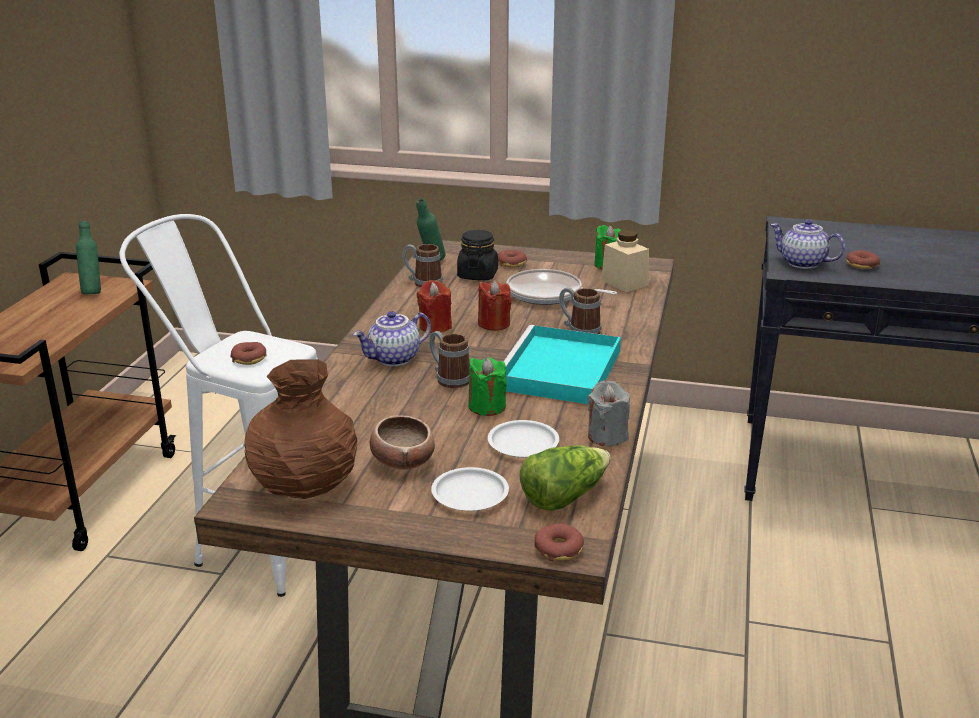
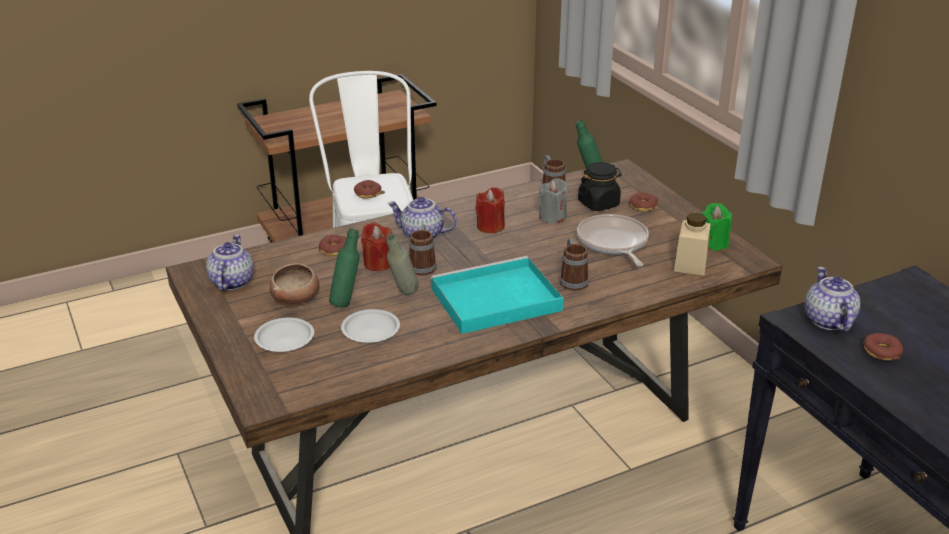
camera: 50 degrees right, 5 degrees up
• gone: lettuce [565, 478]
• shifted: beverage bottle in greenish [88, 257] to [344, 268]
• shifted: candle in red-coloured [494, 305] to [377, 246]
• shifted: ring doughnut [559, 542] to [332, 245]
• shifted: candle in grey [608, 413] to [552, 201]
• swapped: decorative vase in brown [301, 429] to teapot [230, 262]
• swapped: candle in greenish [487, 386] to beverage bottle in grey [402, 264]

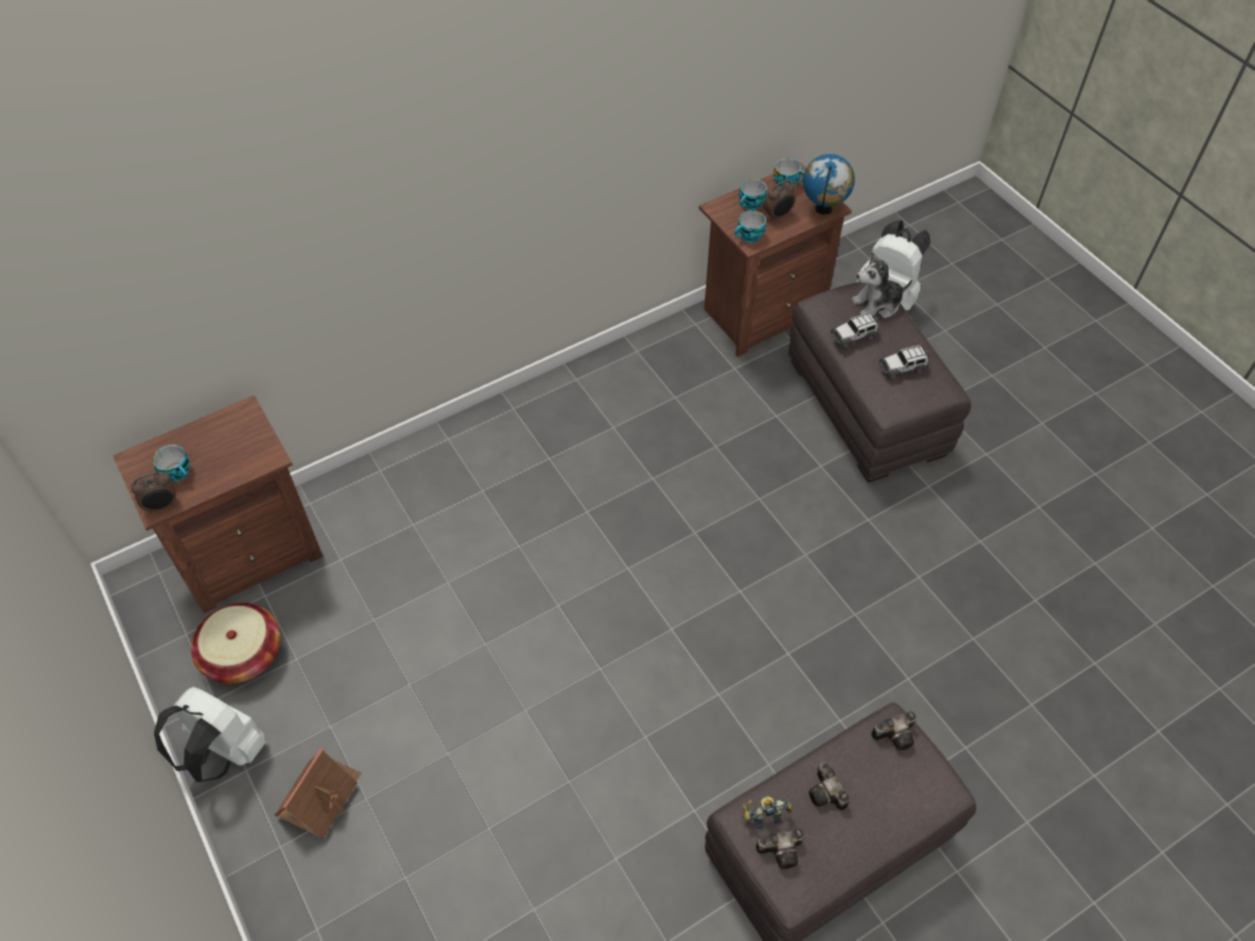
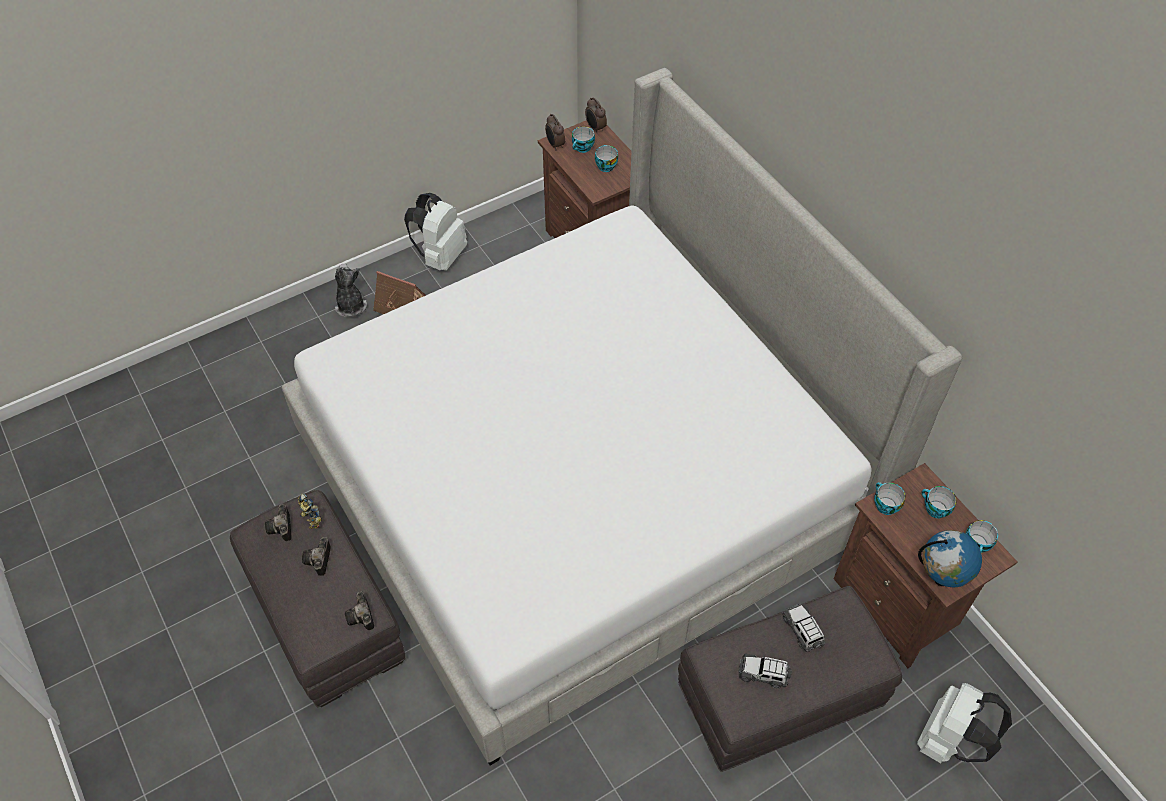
camera: 90 degrees right, 0 degrees up
• gone: storage basket [236, 643]
• new: bed [622, 417]
• new: drinking cup [606, 158]
• shifted: alarm clock [779, 201] to [596, 115]
• shifted: cuddly toy [881, 285] to [351, 290]
• rotated: robot figure [767, 812] = [310, 511] 150 degrees clockwise
• rotated: photo camera [829, 786] = [316, 556] 60 degrees counterclockwise
• rotated: miniature car [904, 362] = [765, 670] 60 degrees counterclockwise

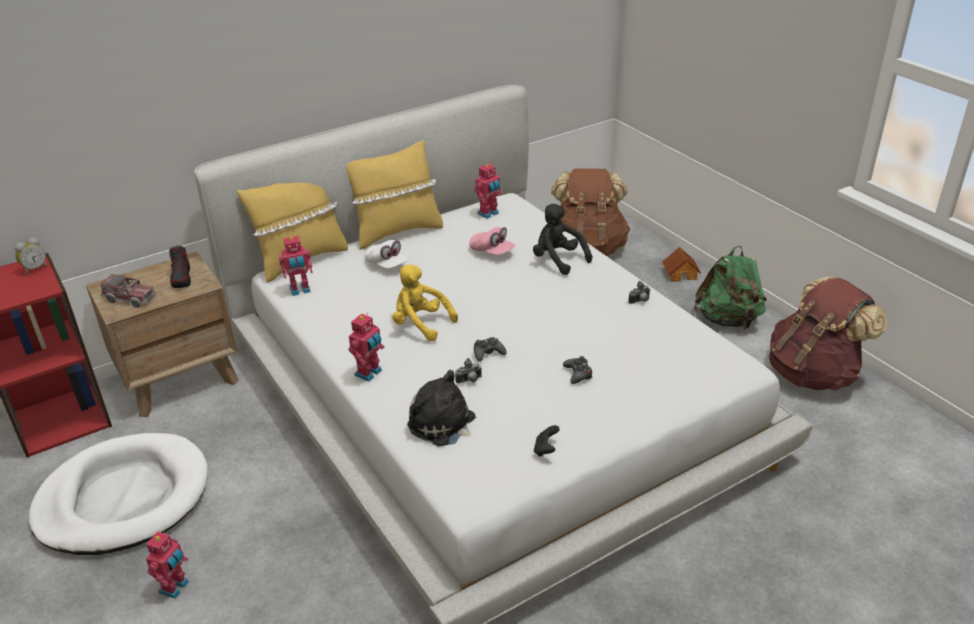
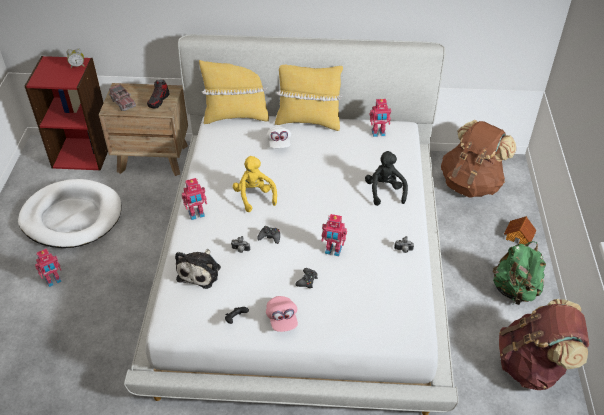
camera: 35 degrees right, 10 degrees up
• shifted: robot figure [296, 266] to [334, 235]
• shifted: baseball cap in pink [492, 241] to [282, 314]
• rotated: cuddly toy [441, 408] = [198, 269] 150 degrees counterclockwise

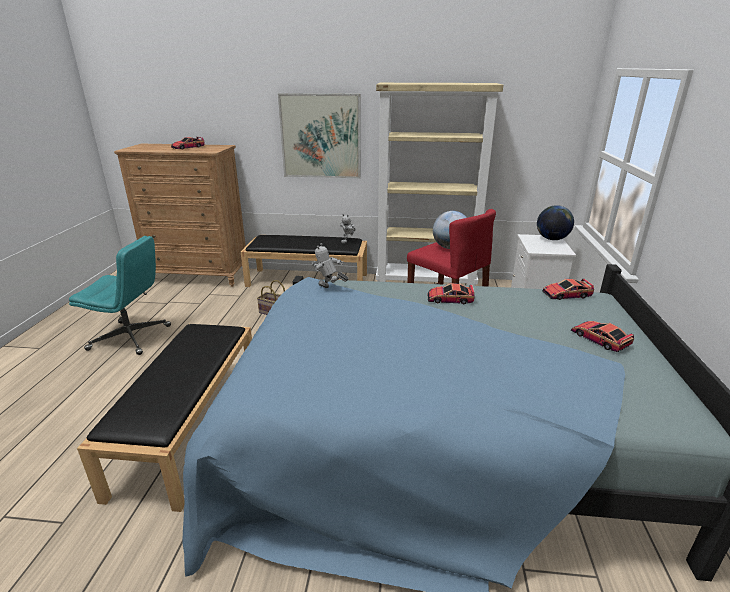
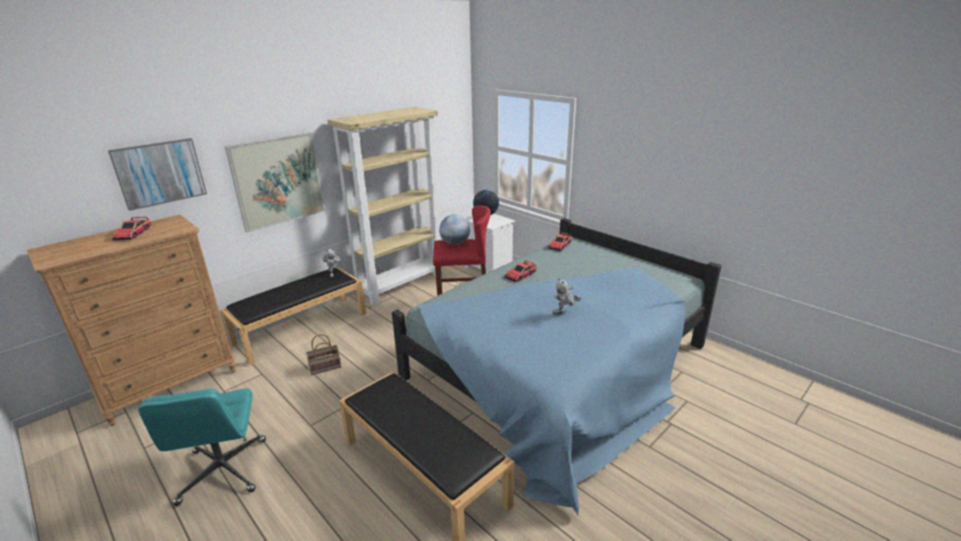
camera: 50 degrees left, 0 degrees up
• gone: miniature car [602, 336]
• new: wall art [157, 174]
• shifted: robot figure [330, 265] to [566, 296]
• rotated: office chair in turquoise-coloured [120, 295] = [202, 447] 120 degrees clockwise

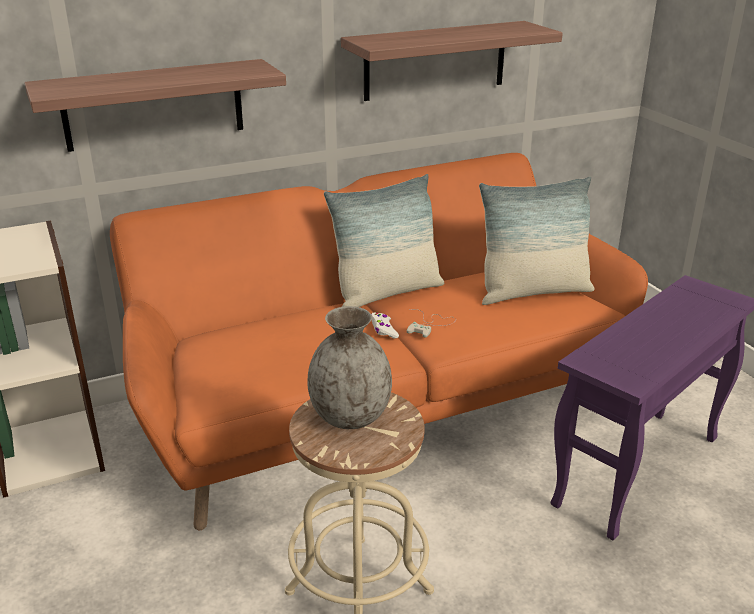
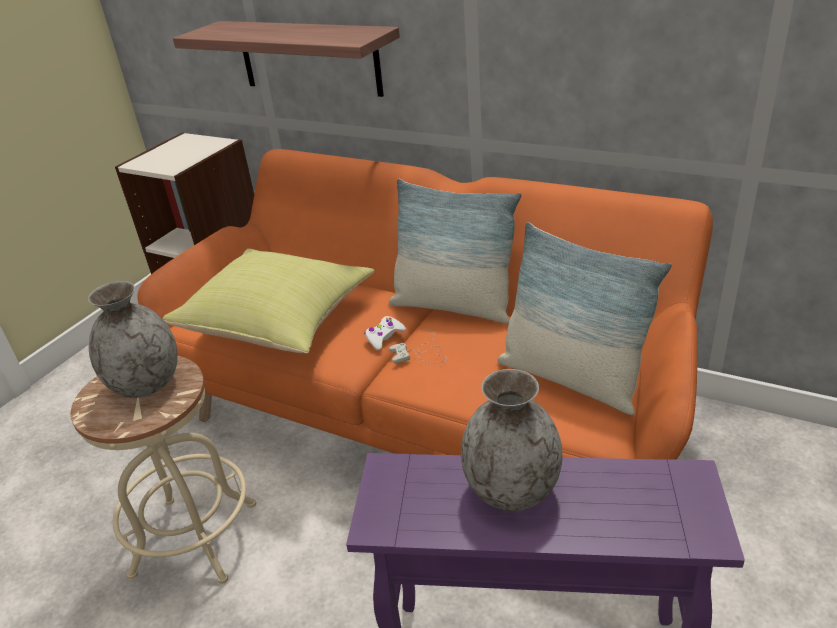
camera: 55 degrees right, 5 degrees up
• gone: shelf [452, 61]
• new: throw pillow in yellow [269, 301]
• new: decorative vase in grey [511, 440]

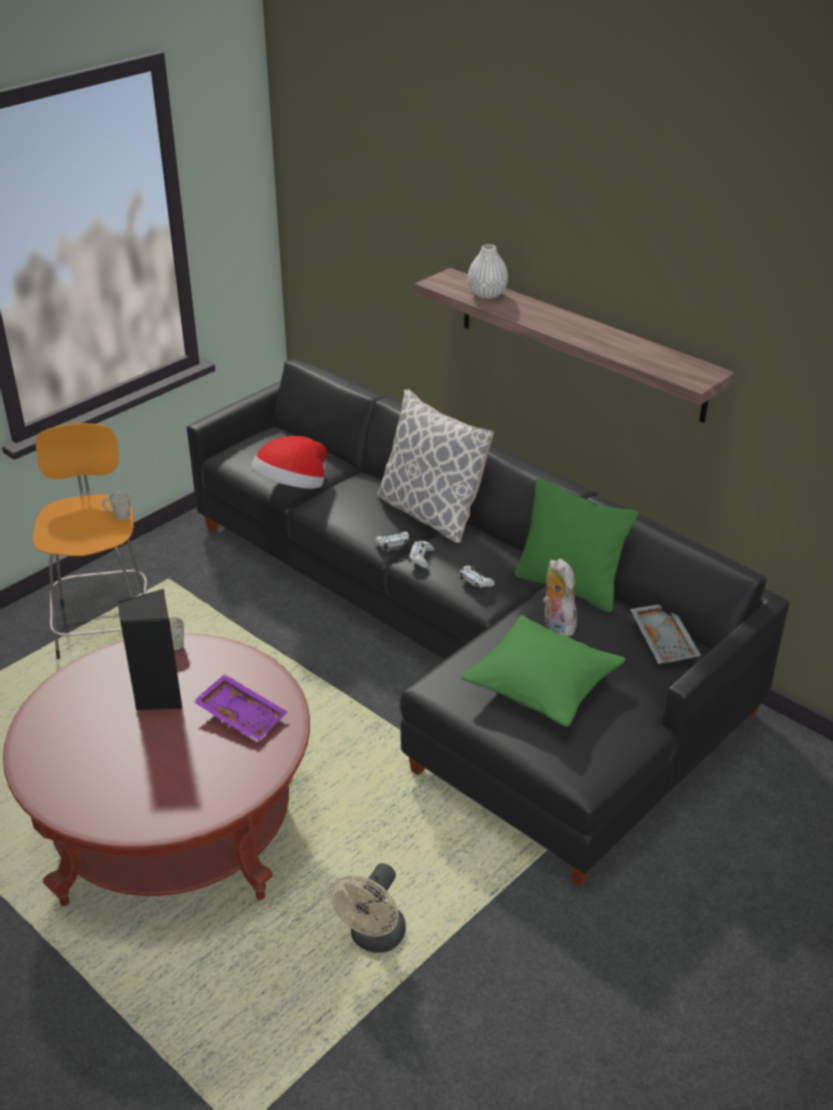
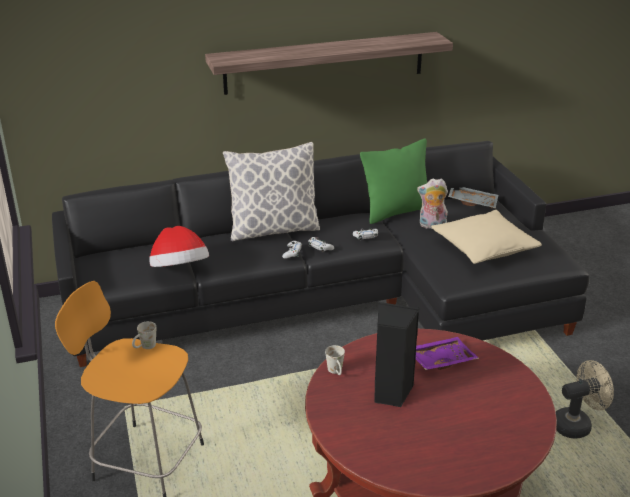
camera: 60 degrees left, 5 degrees down
• gone: decorative vase in white-coloured [488, 271]
• repainted: throw pillow in greenish [543, 671] to throw pillow in beige-coloured [486, 237]
• rotated: fan in beige-coloured [367, 908] = [585, 399] 75 degrees counterclockwise

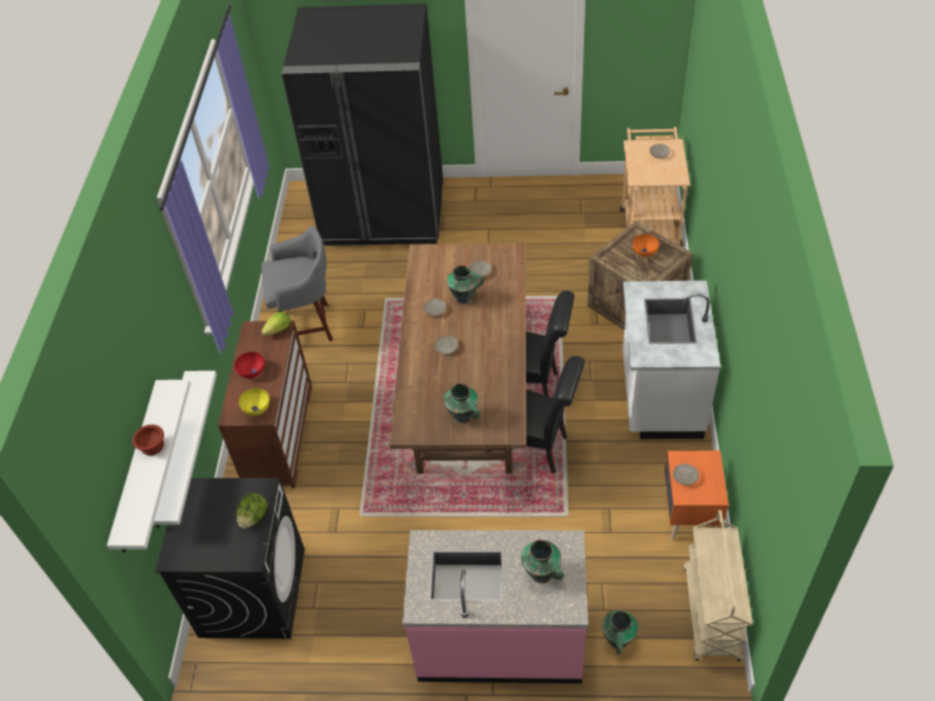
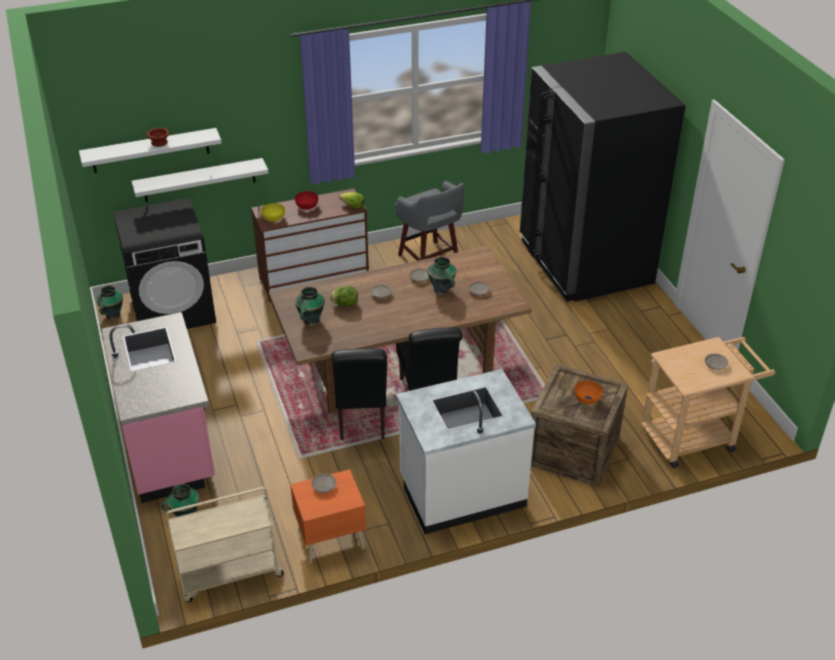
camera: 65 degrees right, 10 degrees down
• shifted: lettuce [252, 511] to [344, 296]
• shifted: decorative vase [542, 562] to [109, 303]

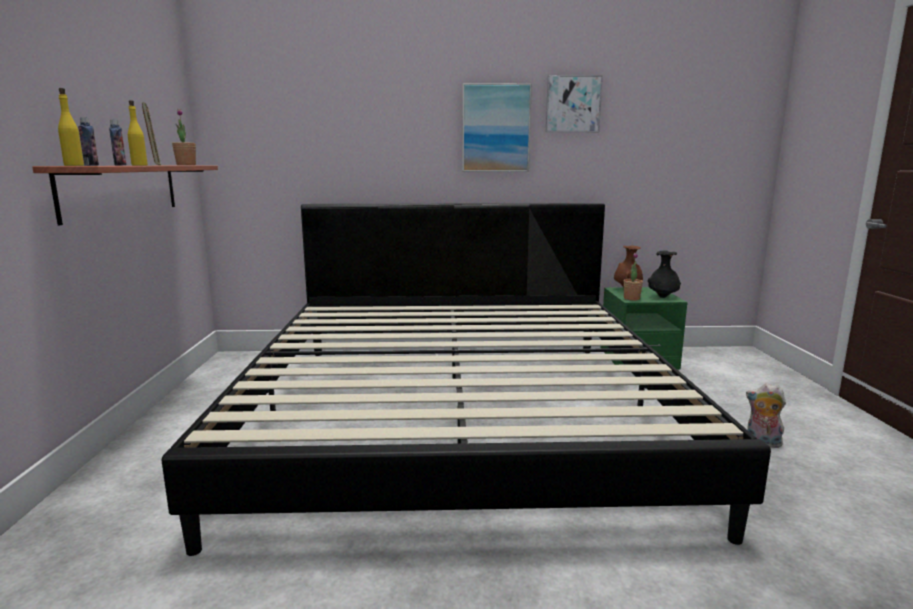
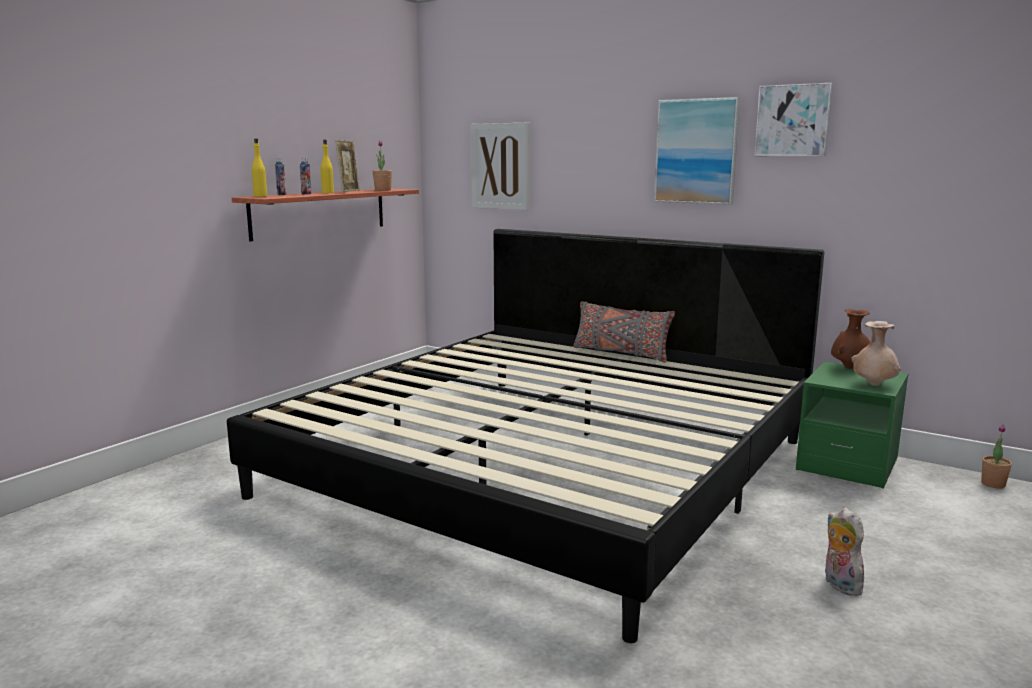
camera: 35 degrees right, 0 degrees up
• new: wall art [500, 166]
• new: throw pillow in grey [624, 332]
• shifted: houseplant [633, 276] to [996, 456]
• repainted: decorative vase in black-coloured [664, 274] to decorative vase in beige-coloured [876, 353]

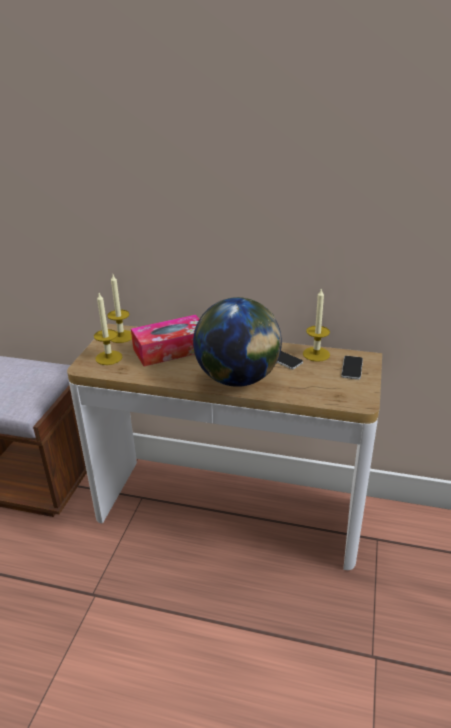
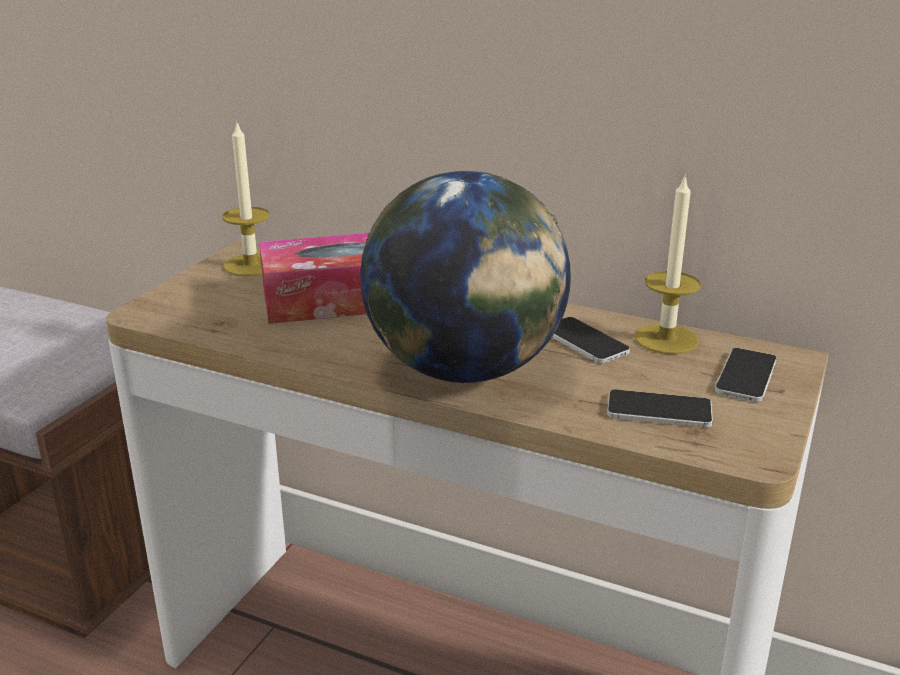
camera: 10 degrees right, 5 degrees down
• gone: candle [108, 329]
• new: telephone [660, 409]

